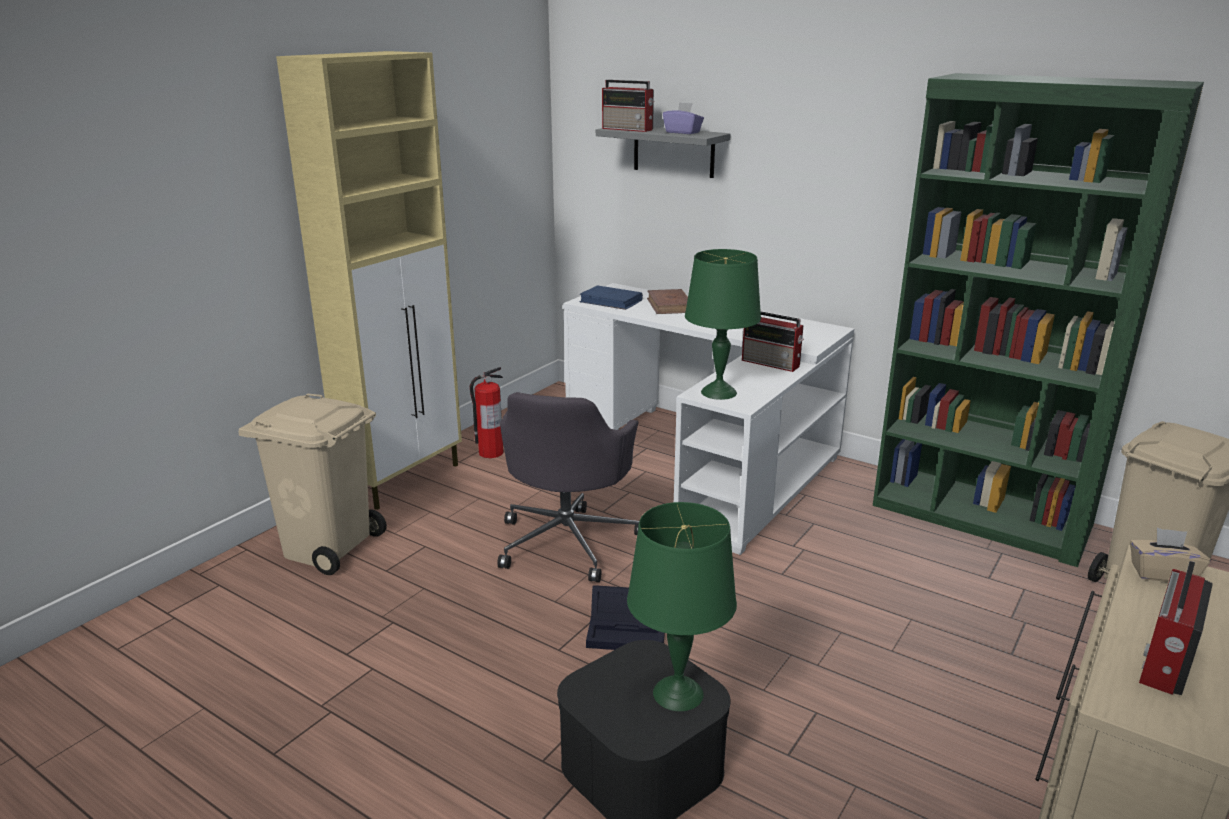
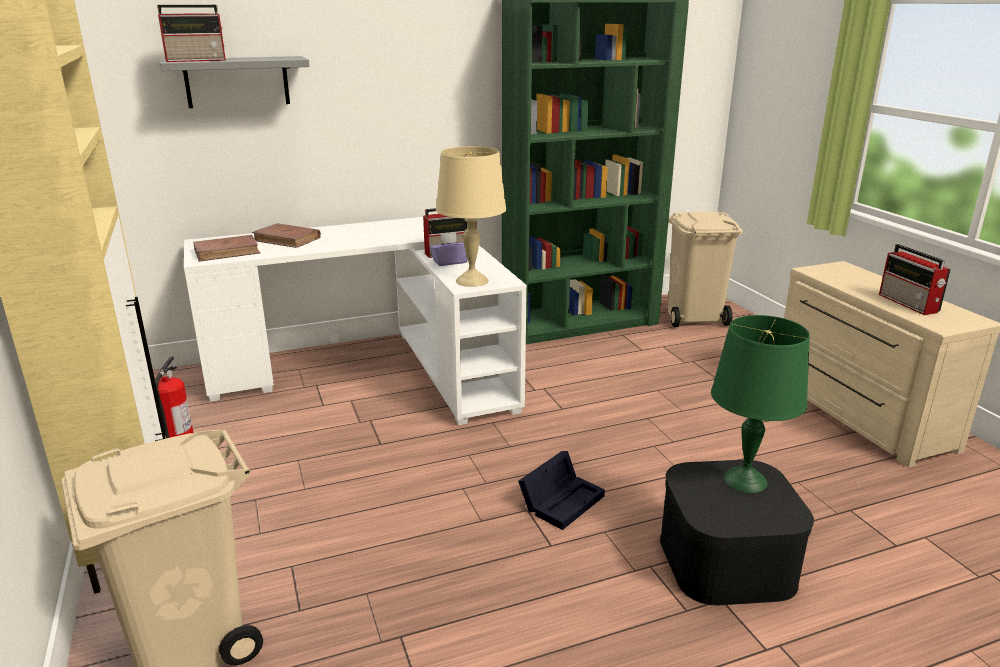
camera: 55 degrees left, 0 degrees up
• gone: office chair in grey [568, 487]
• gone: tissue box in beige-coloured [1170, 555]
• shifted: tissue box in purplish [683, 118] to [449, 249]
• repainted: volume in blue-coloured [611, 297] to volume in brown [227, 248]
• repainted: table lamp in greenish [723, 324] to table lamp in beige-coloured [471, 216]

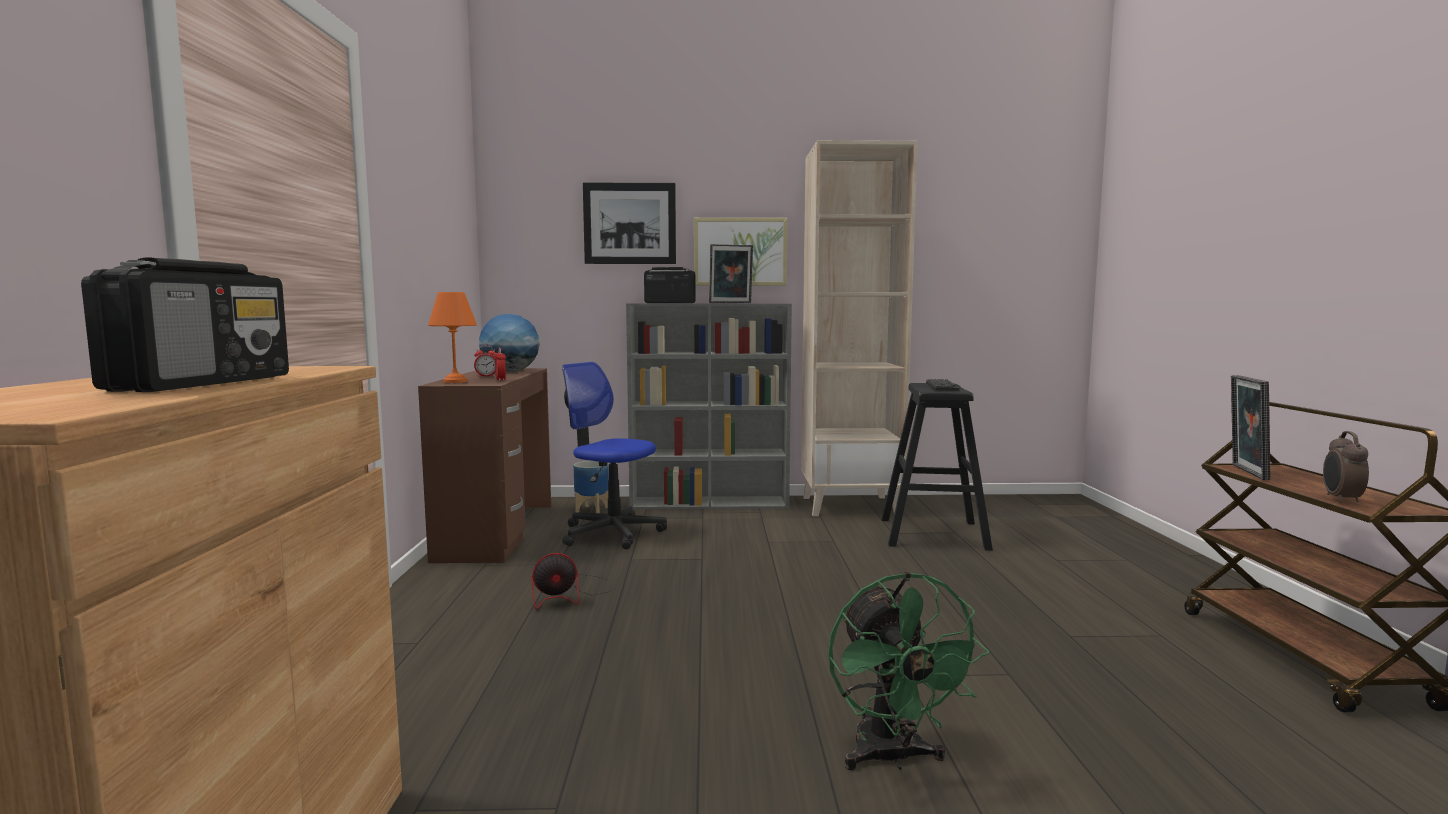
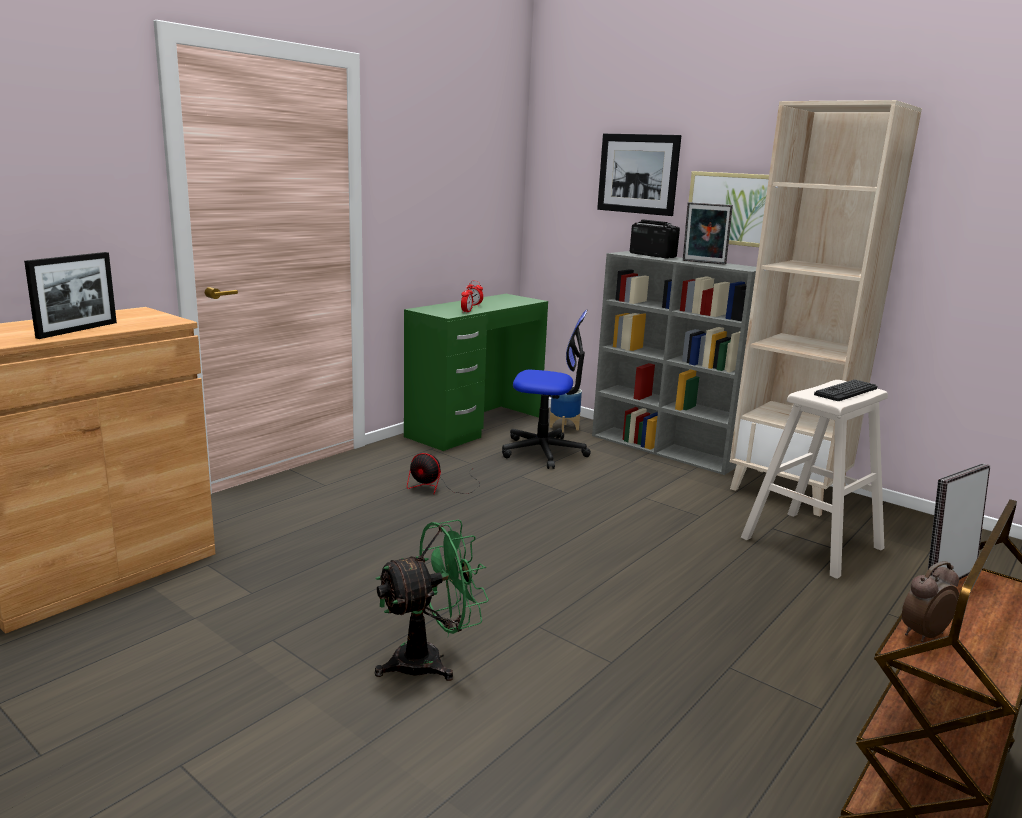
camera: 40 degrees right, 10 degrees up
• gone: table lamp in orangey [452, 337]
• gone: desk globe [509, 343]
• swapped: radio set [185, 324] to standing frame [70, 295]
• repainted: desk unit in brown [484, 465] to desk unit in greenish [476, 372]
• repainted: stool seat in black-coloured [937, 467] to stool seat in beige-coloured [814, 479]
• rotated: office chair [614, 455] = [546, 389] 120 degrees clockwise
• rotated: fan in greenish [908, 671] = [432, 600] 150 degrees counterclockwise

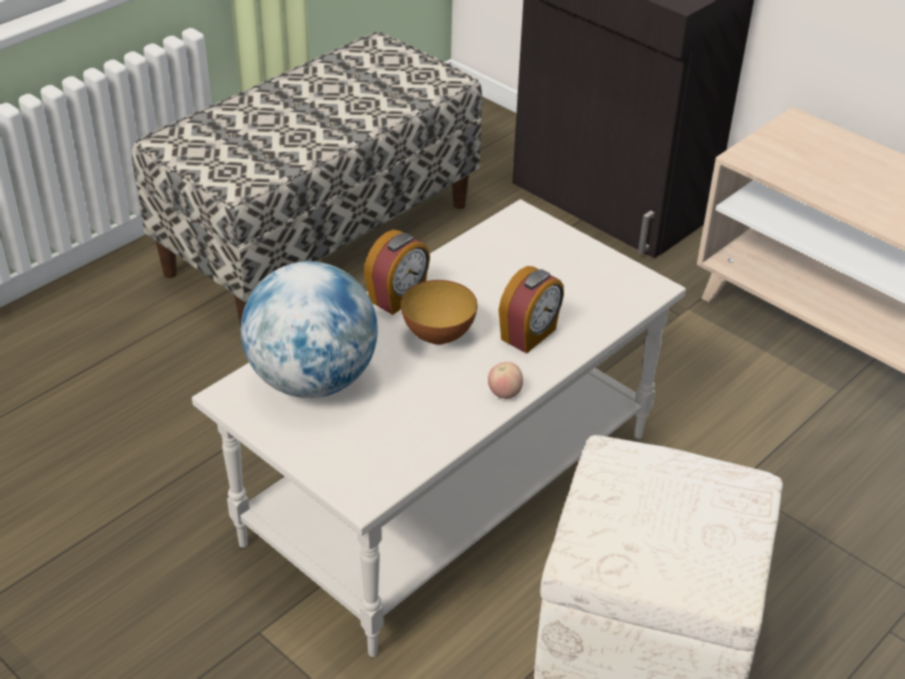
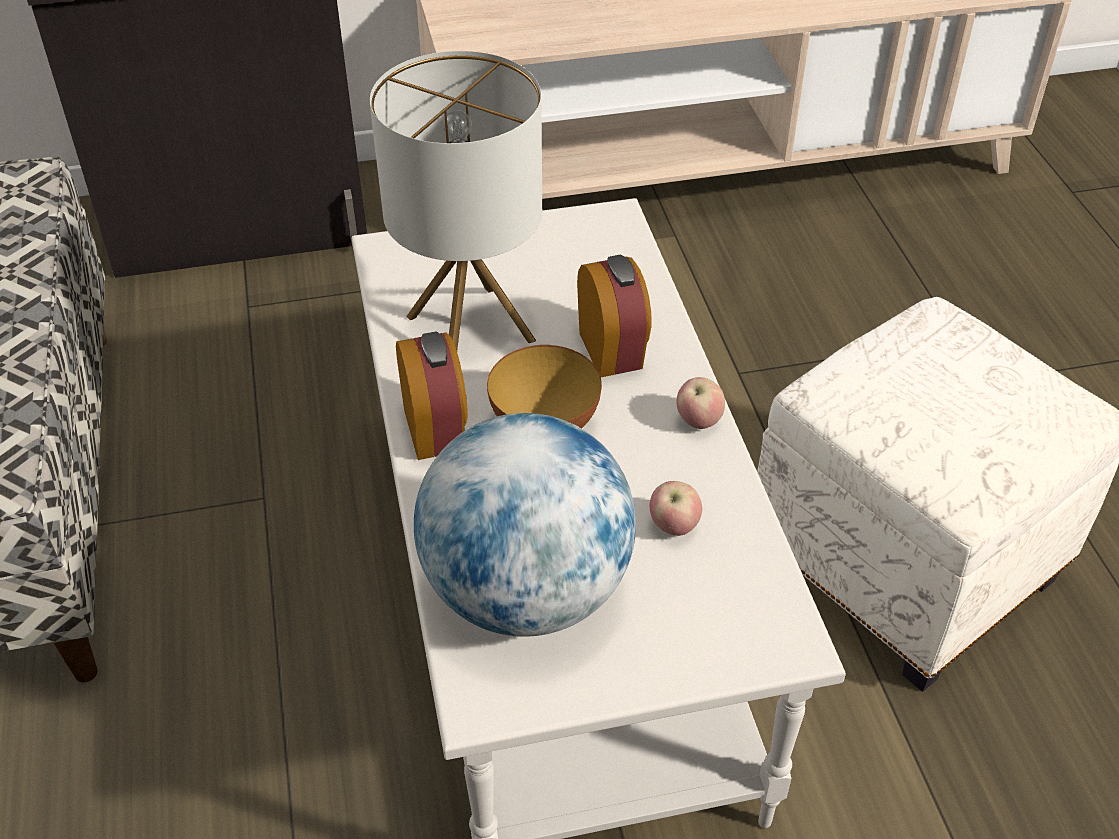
camera: 55 degrees left, 5 degrees up
• new: table lamp [456, 200]
• new: whole apple [676, 508]

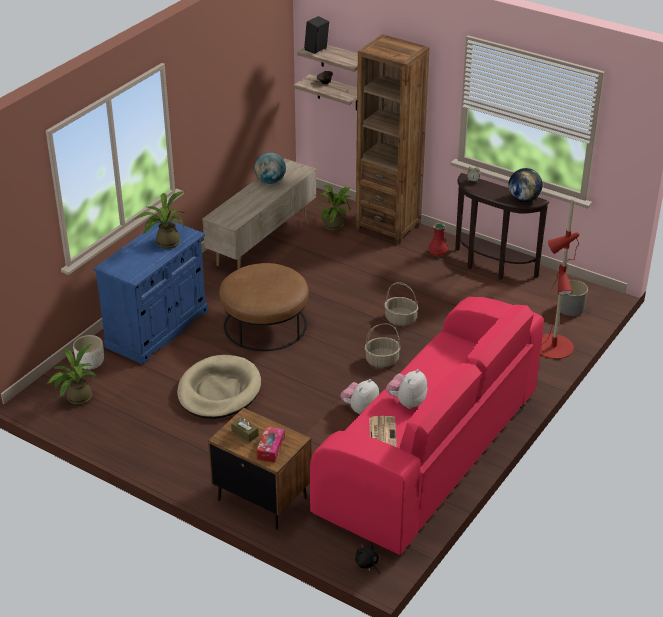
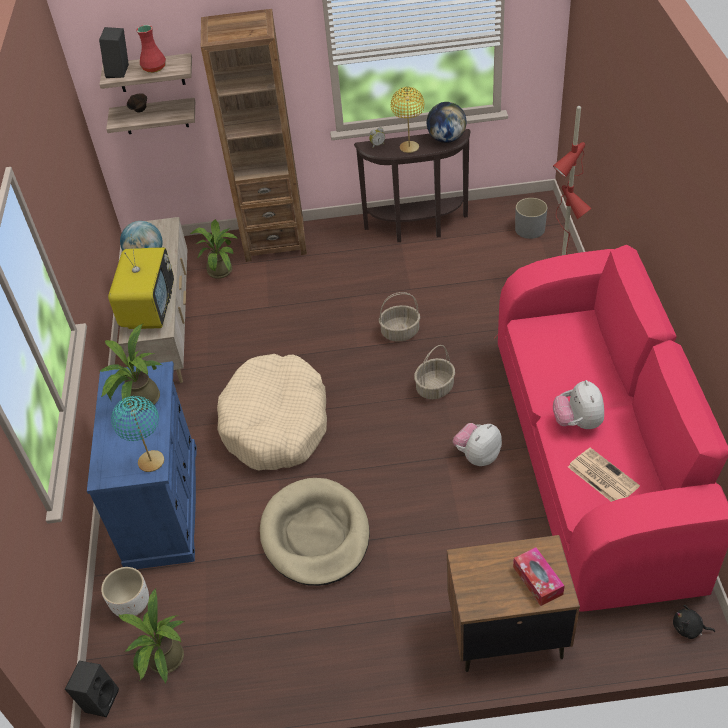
camera: 35 degrees left, 10 degrees up
• gone: tissue box in brown [245, 430]
• new: audio speaker in black-coloured [92, 689]
• new: TV set [141, 281]
• new: table lamp in turquoise-coloured [137, 434]
• new: table lamp in yellow [407, 120]
• shifted: decorative vase in red-coloured [438, 239] to [151, 49]
• swapped: footrest in brown [264, 307] to dog bed in beige-coloured [272, 412]
• rotated: cuddly toy [360, 396] = [477, 444] 45 degrees clockwise

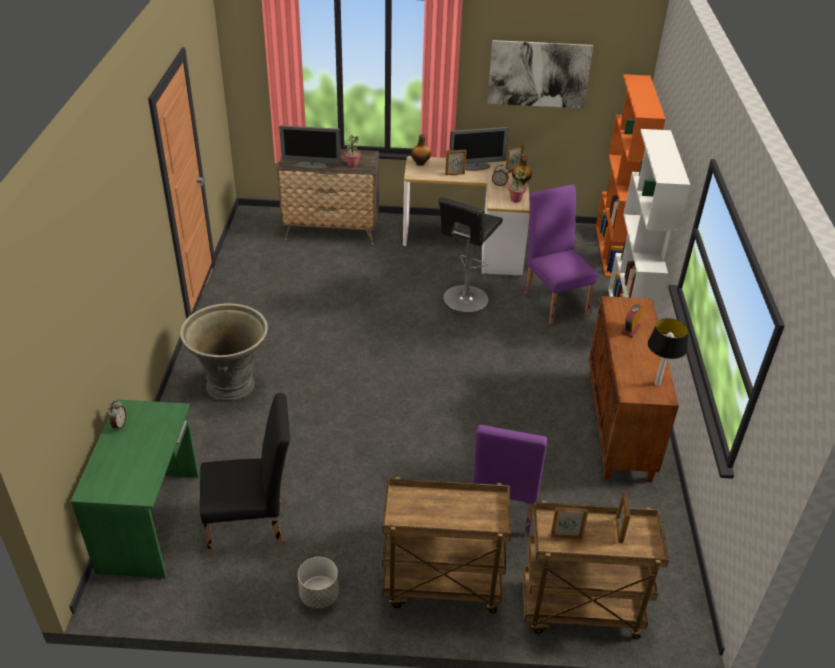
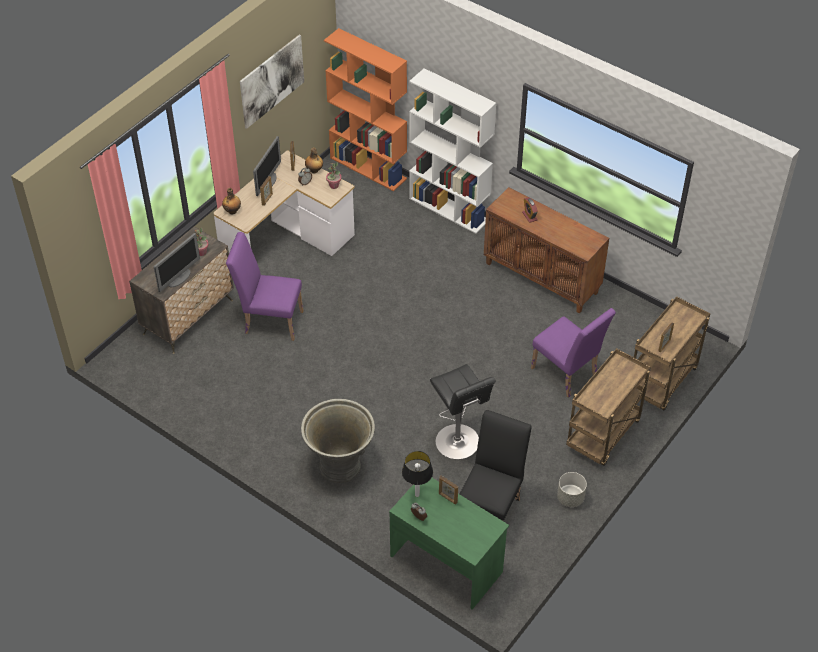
camera: 55 degrees left, 10 degrees up
• shifted: stool seat in black-coloured [471, 254] to [463, 412]
• shifted: plain chair in purplish [561, 254] to [265, 286]
• shifted: standing frame [622, 517] to [448, 490]
• shifted: table lamp [668, 352] to [417, 474]

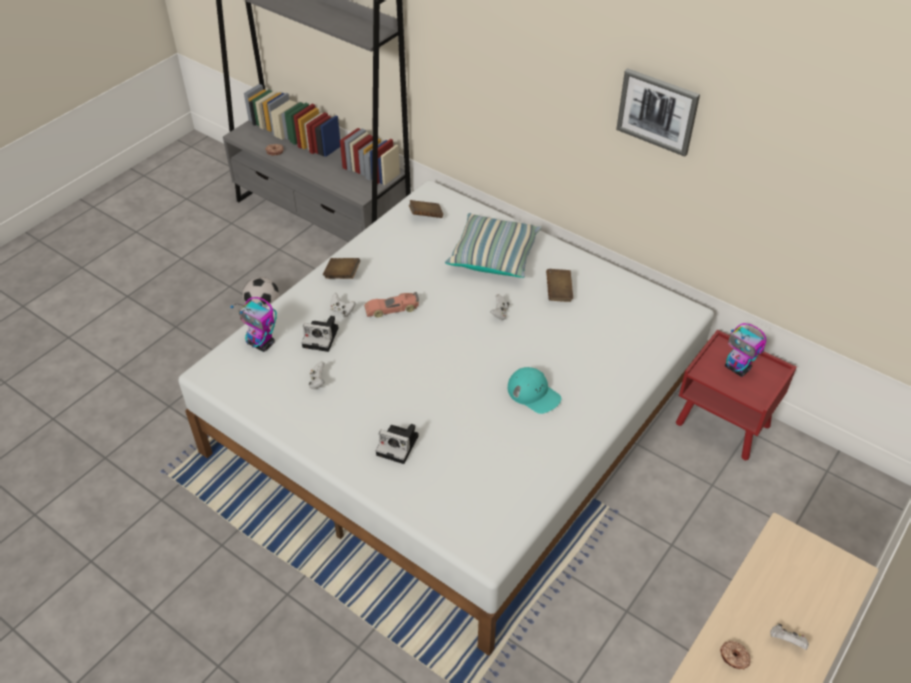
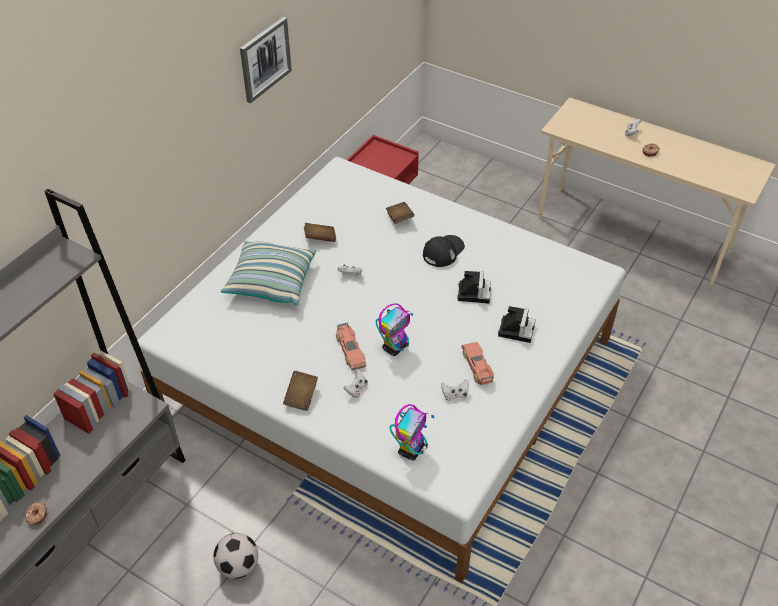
camera: 95 degrees left, 0 degrees up
• new: miniature car [477, 363]
• shifted: photo camera [319, 334] to [474, 287]
• shifted: volume in brown [426, 209] to [400, 213]
• shifted: robot figure [746, 350] to [394, 329]
• repainted: baseball cap in turquoise-coloured [534, 390] to baseball cap in black-coloured [444, 251]

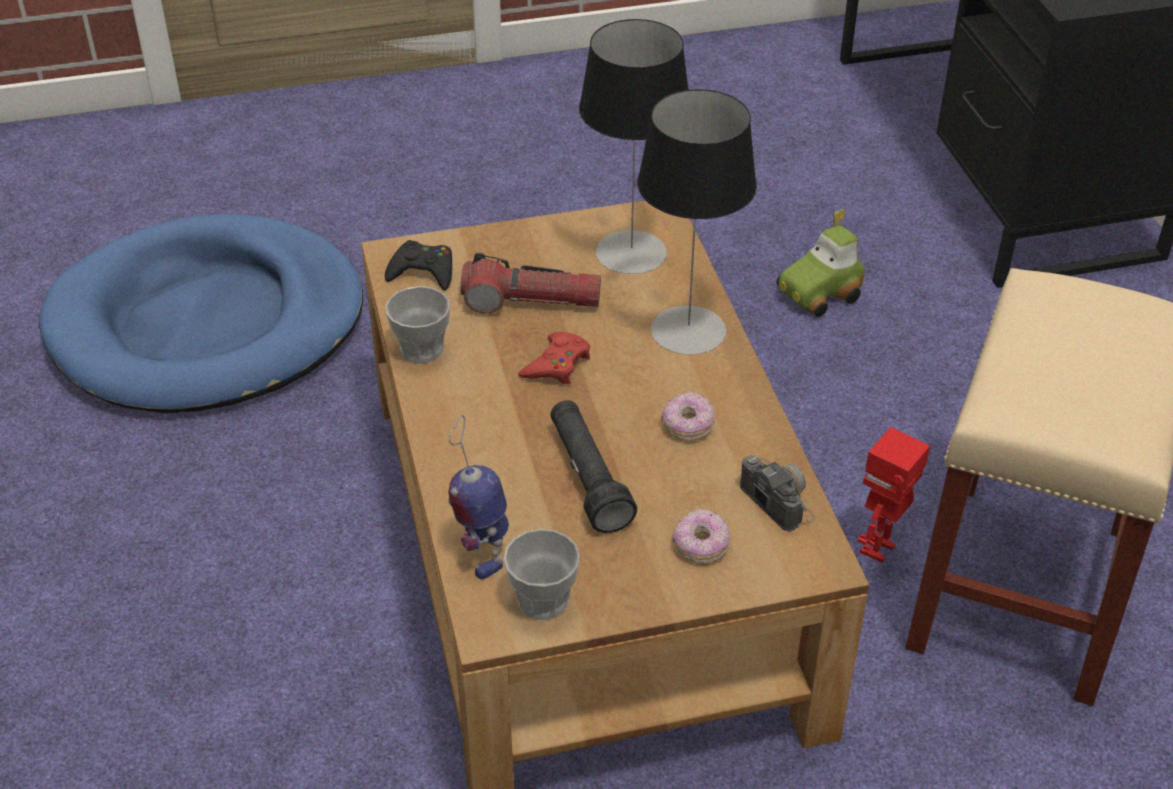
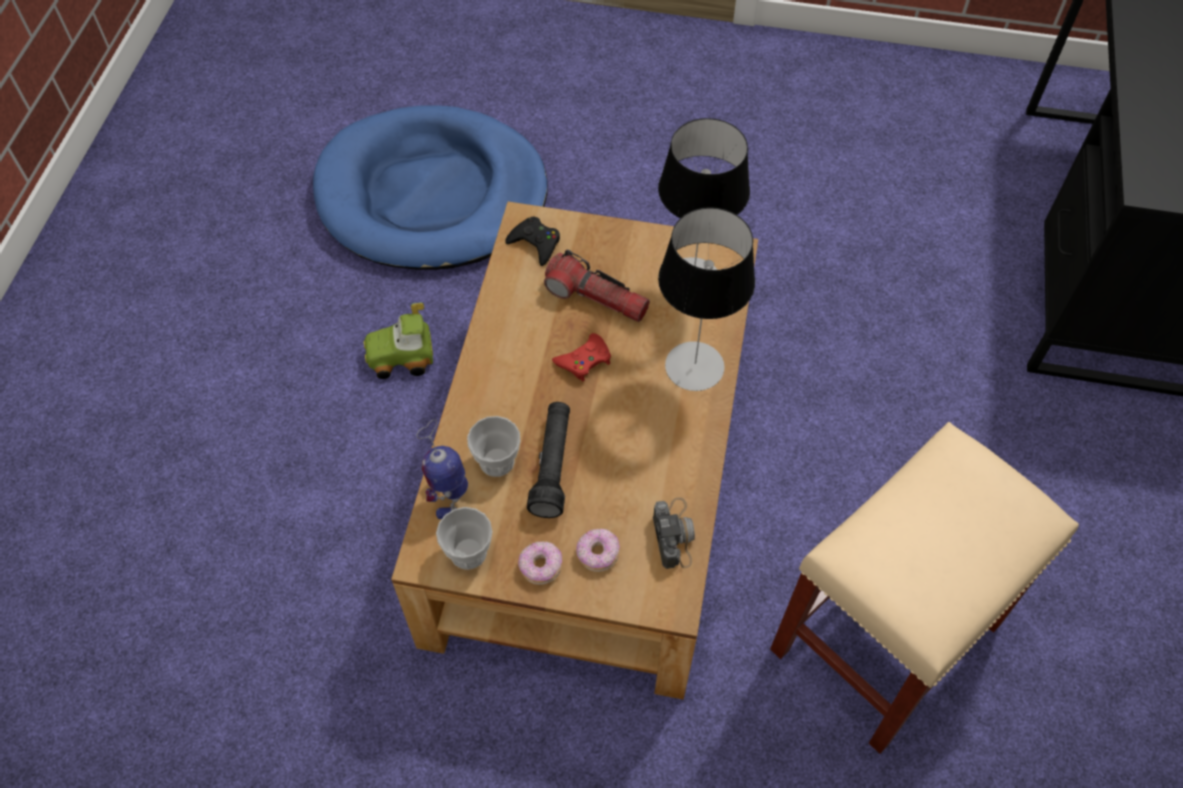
camera: 25 degrees right, 15 degrees up
• gone: robot figure [893, 494]
• shifted: drinking cup [417, 325] to [493, 446]
• shifted: ring doughnut [688, 416] to [540, 563]
• shifted: miniature car [820, 263] to [398, 340]

